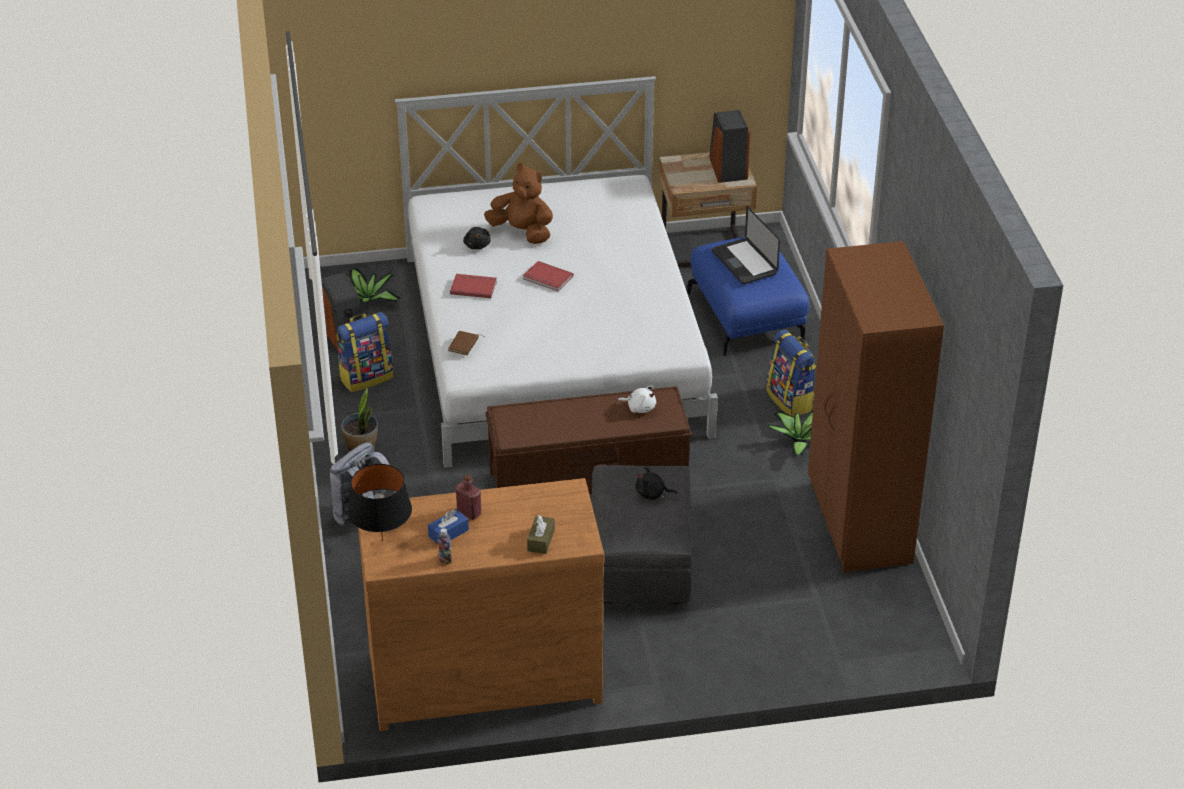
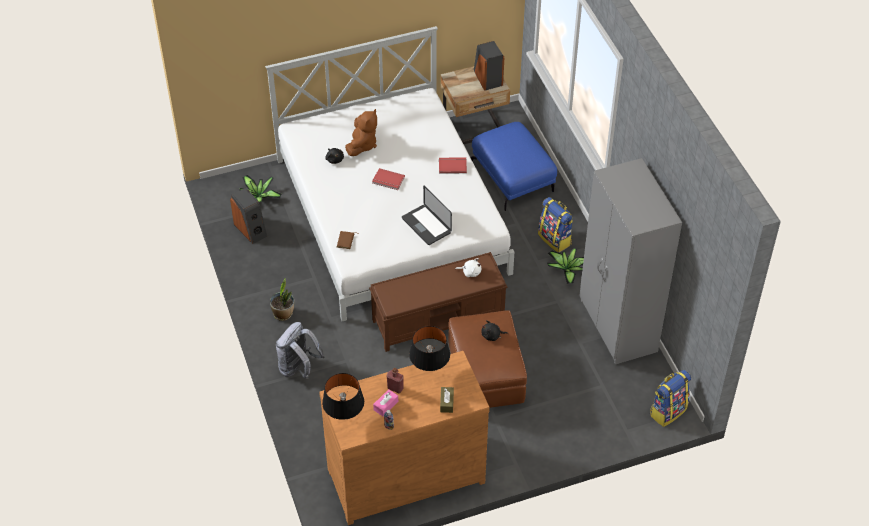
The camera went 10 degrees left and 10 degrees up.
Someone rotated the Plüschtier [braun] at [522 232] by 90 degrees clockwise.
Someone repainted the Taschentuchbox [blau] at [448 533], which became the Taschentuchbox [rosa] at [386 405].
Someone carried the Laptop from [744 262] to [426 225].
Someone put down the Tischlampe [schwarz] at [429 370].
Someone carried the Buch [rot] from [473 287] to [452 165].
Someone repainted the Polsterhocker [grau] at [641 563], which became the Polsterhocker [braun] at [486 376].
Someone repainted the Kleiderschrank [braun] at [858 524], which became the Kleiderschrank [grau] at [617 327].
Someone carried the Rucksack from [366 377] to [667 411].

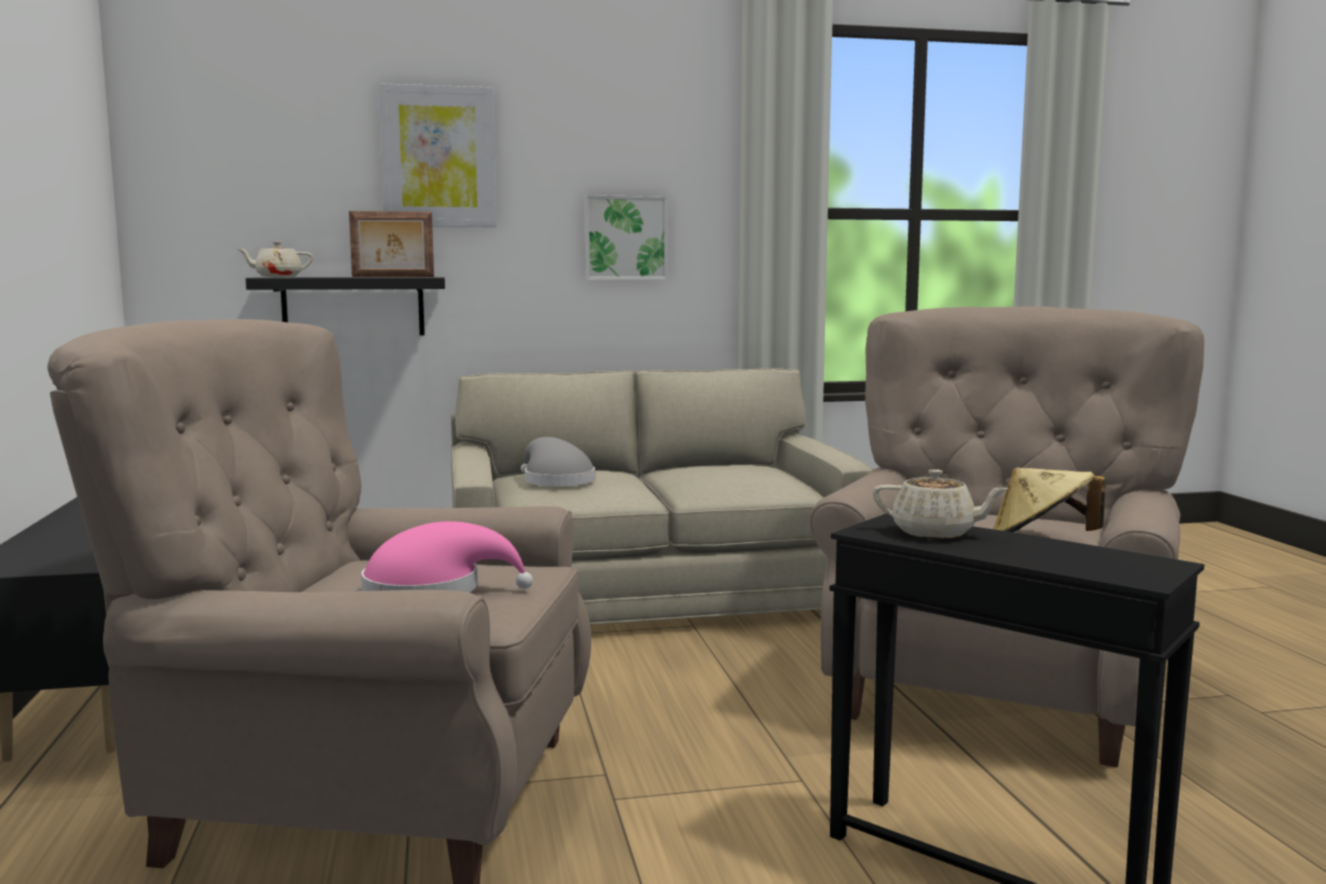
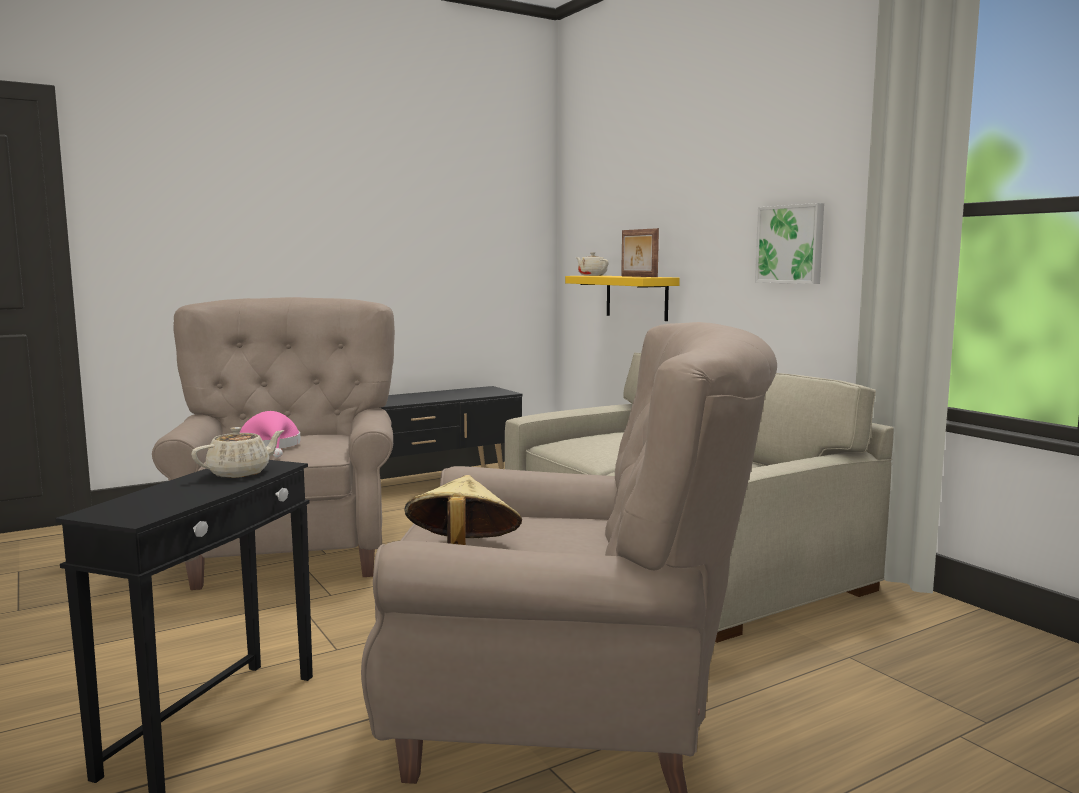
The camera went 70 degrees right and 0 degrees up.
Someone rotated the Teekanne [beige] at [935 533] by 135 degrees counterclockwise.
Someone repainted the Wandregal [schwarz] at [353 306], which became the Wandregal [gelb] at [636 297].
Someone took away the Bild at [438 157].
Someone took away the Hut [grau] at [555 481].

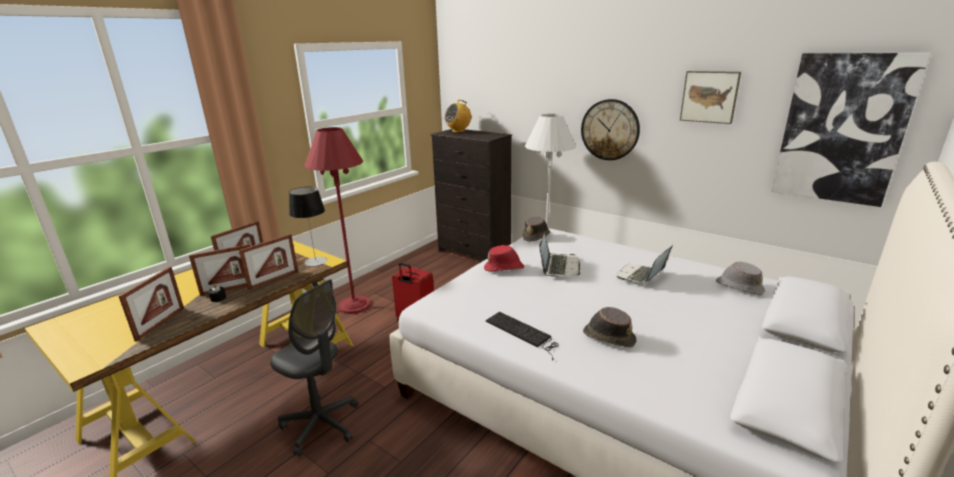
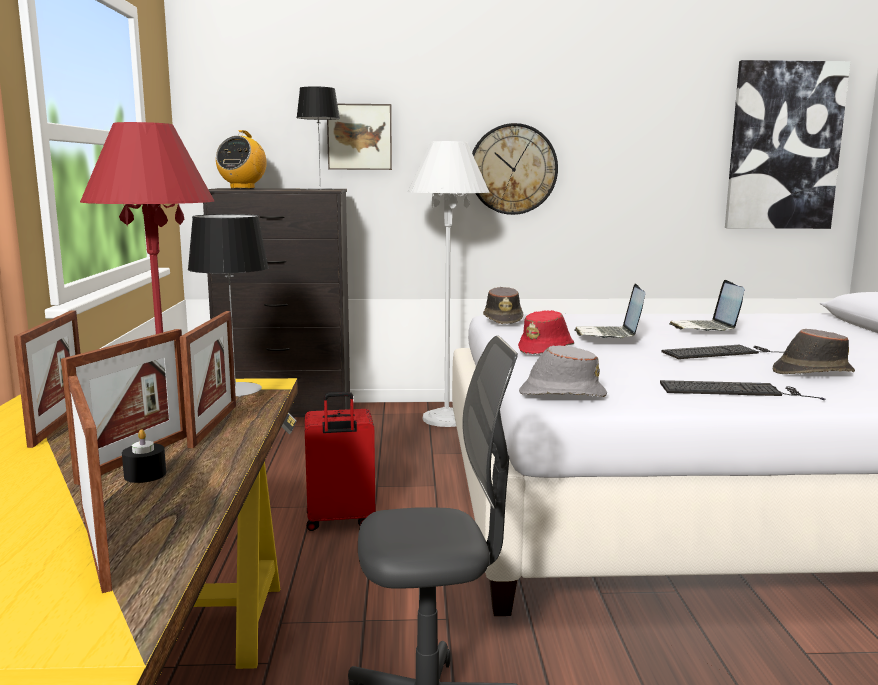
The camera went 40 degrees left and 10 degrees down.
Someone put down the Tischlampe at [320 189].
Someone carried the Bild from [709 96] to [359 137].
Someone carried the Hut [grau] from [738 287] to [561 394].
Someone rotated the Laptop at [559 266] by 150 degrees counterclockwise.
Someone put down the Tastatur at [721 353].

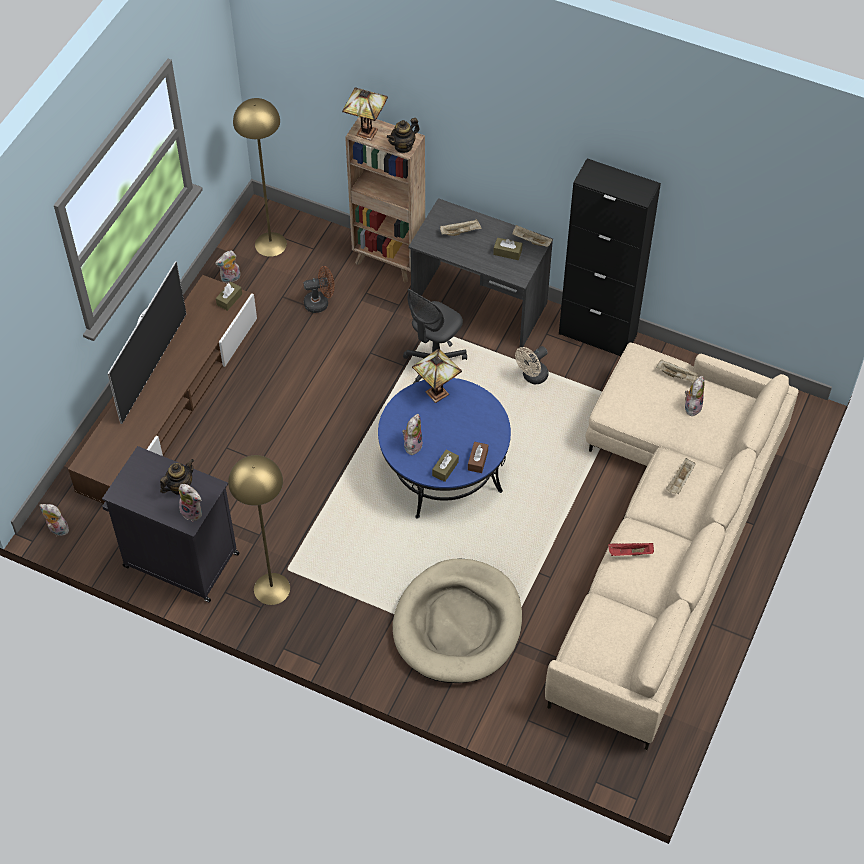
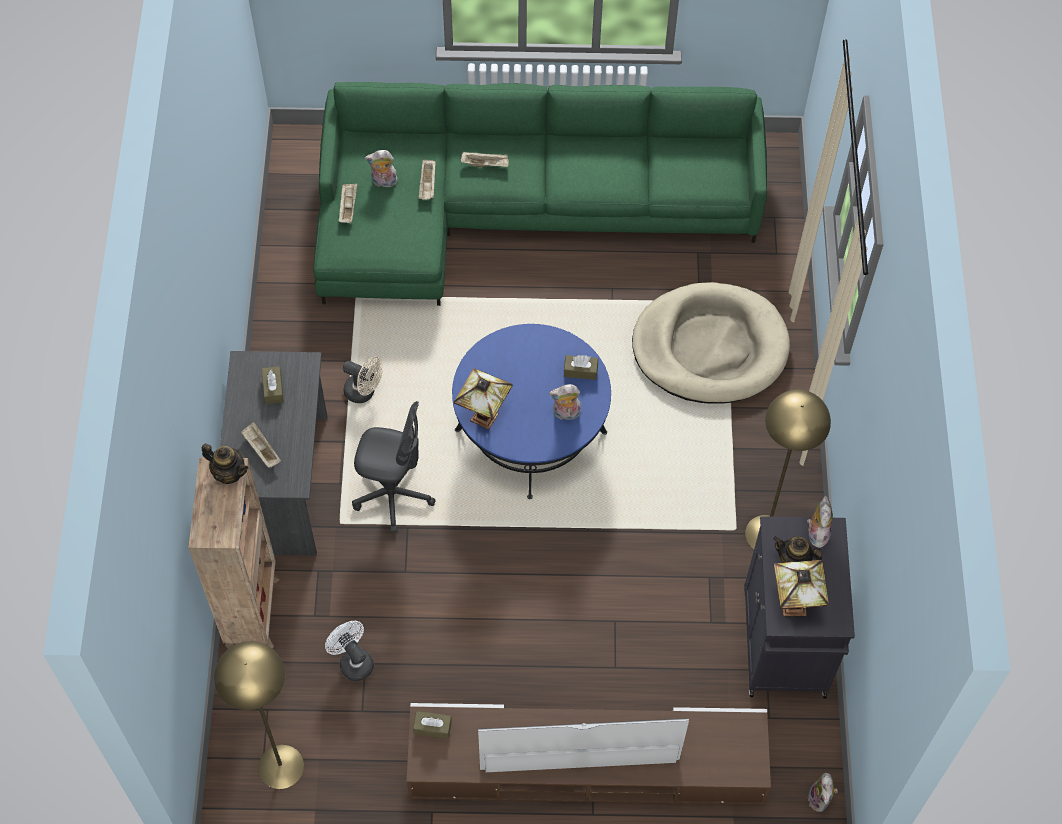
The camera went 115 degrees left and 5 degrees up.
Someone repainted the Sofa [beige] at [663 540], which became the Sofa [grün] at [517 209].
Someone repainted the Ventilator [braun] at [320 302], which became the Ventilator [weiß] at [353 661].
Someone carried the Tablett [beige] from [530 241] to [428 185].
Someone carried the Tischlampe from [365 132] to [795 607].
Someone took away the Plüschtier at [230 279].
Someone took away the Taschentuchbox [braun] at [477 460].
Someone took away the Schrank [schwarz] at [597 334].
Someone took away the Tablett [rot] at [629 553].

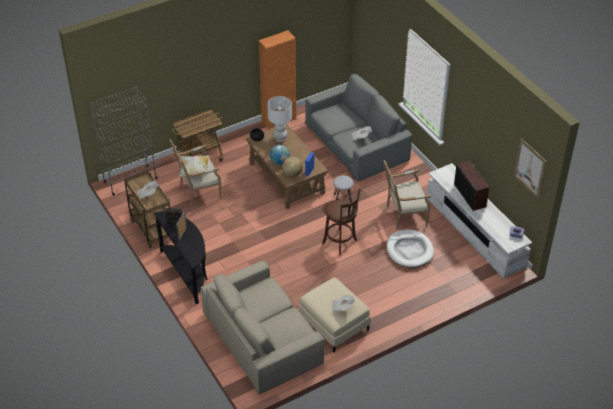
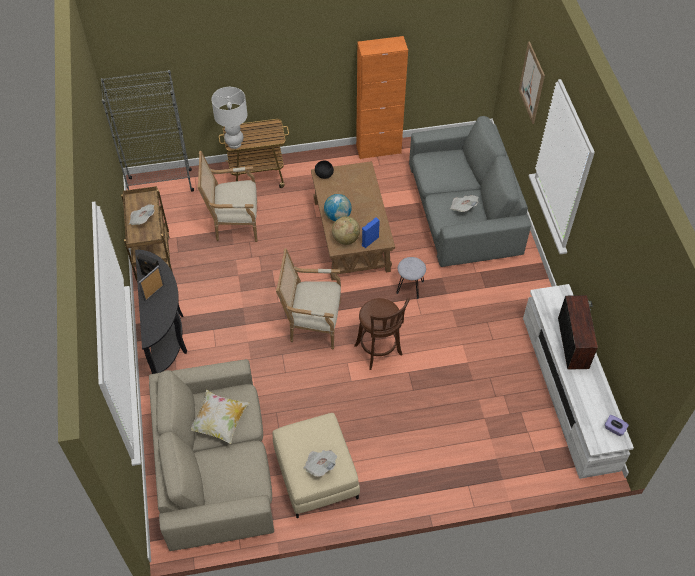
The camera went 20 degrees right and 10 degrees up.
Someone carried the Kissen from [194 171] to [220 422].
Someone carried the Tischlampe [weiß] from [280 139] to [234 143].
Someone carried the Sessel from [404 215] to [312 323].
Someone carried the Bild from [530 168] to [531 83].
Someone took away the Hundebett [weiß] at [409 250].

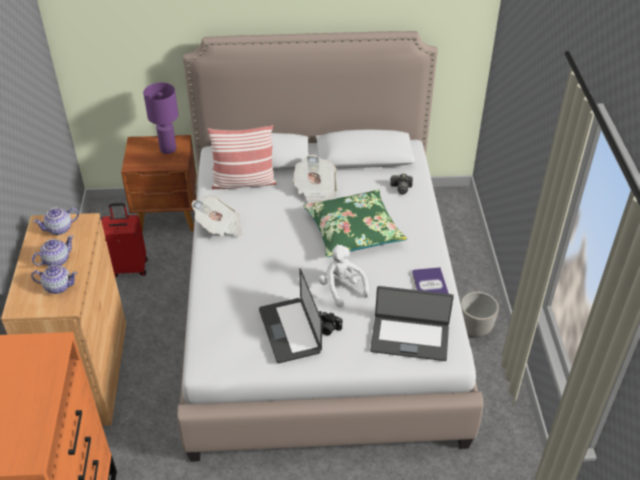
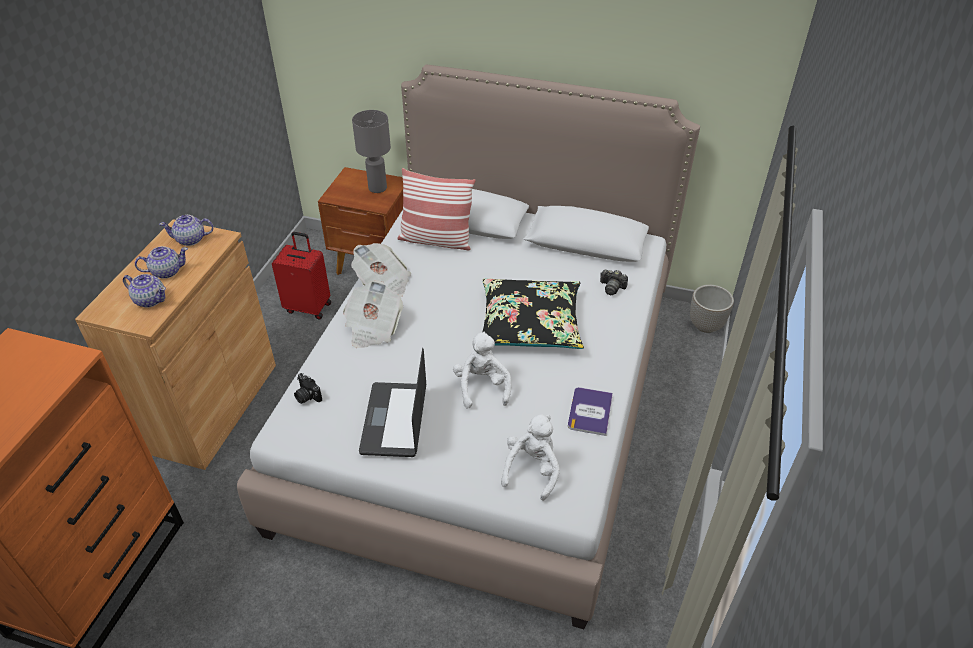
The camera went 20 degrees right and 0 degrees up.
Someone carried the Kamera from [327 328] to [306 396].
Someone carried the Zeitung from [315 191] to [373 327].
Someone repainted the Tischlampe [lila] at [167 149], which became the Tischlampe [grau] at [377 188].
Someone repainted the Kissen [grün] at [353 231], which became the Kissen [schwarz] at [530 323].
Someone swapped the Laptop at [410 337] for the Plüschtier [weiß] at [532 469].
Someone carried the Pflanzkübel from [475 329] to [706 326].

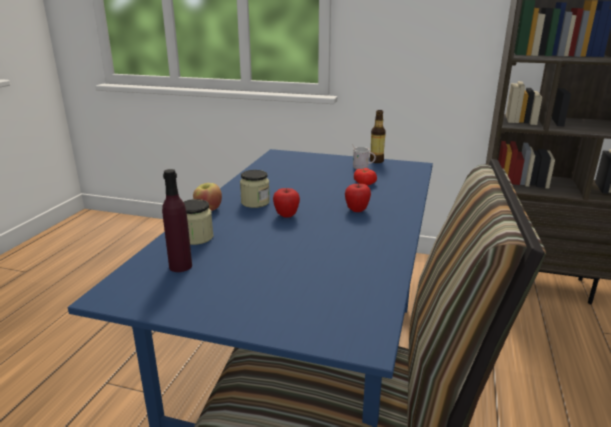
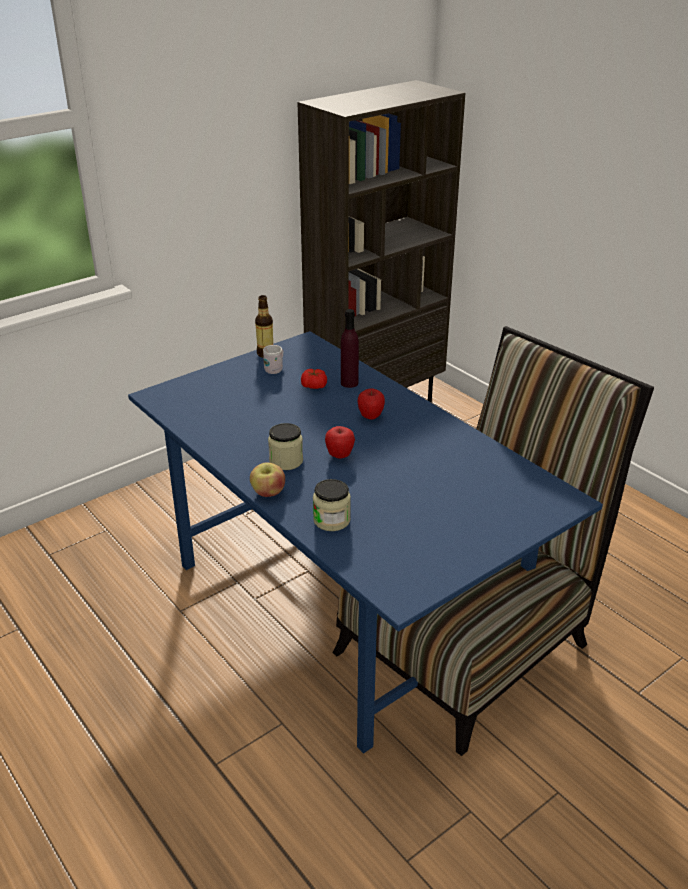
The camera went 55 degrees left and 10 degrees up.
Someone carried the Flasche [lila] from [180 266] to [349 383].

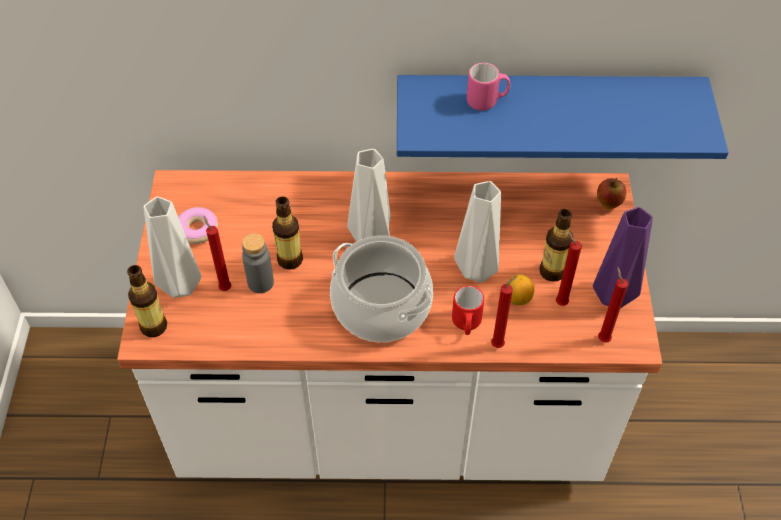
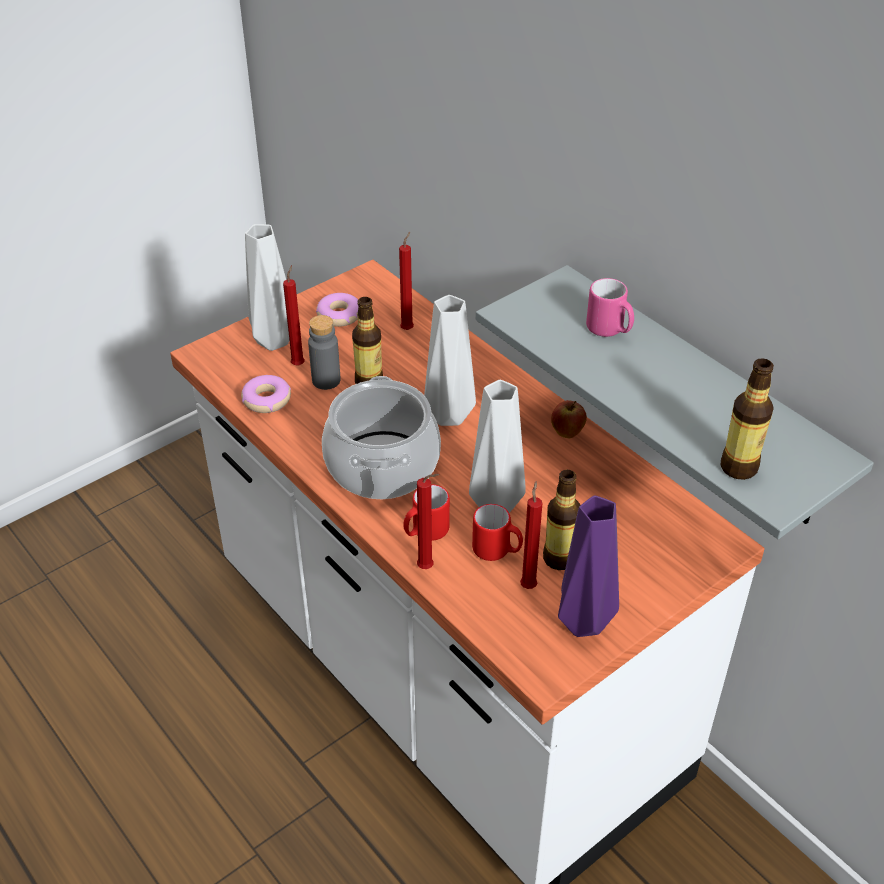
The camera went 50 degrees right and 10 degrees down.
Someone put down the Donut at [266 400].
Someone carried the Kerze [rot] from [602 338] to [408 328].
Someone swapped the Zitrone at [517 298] for the Henkelbecher [rot] at [497 551].
Someone repainted the Wandregal [blau] at [547 108], which became the Wandregal [grau] at [697 397].
Someone carried the Apfel from [608 203] to [567 433].
Someone carried the Flasche from [154 326] to [739 467].

